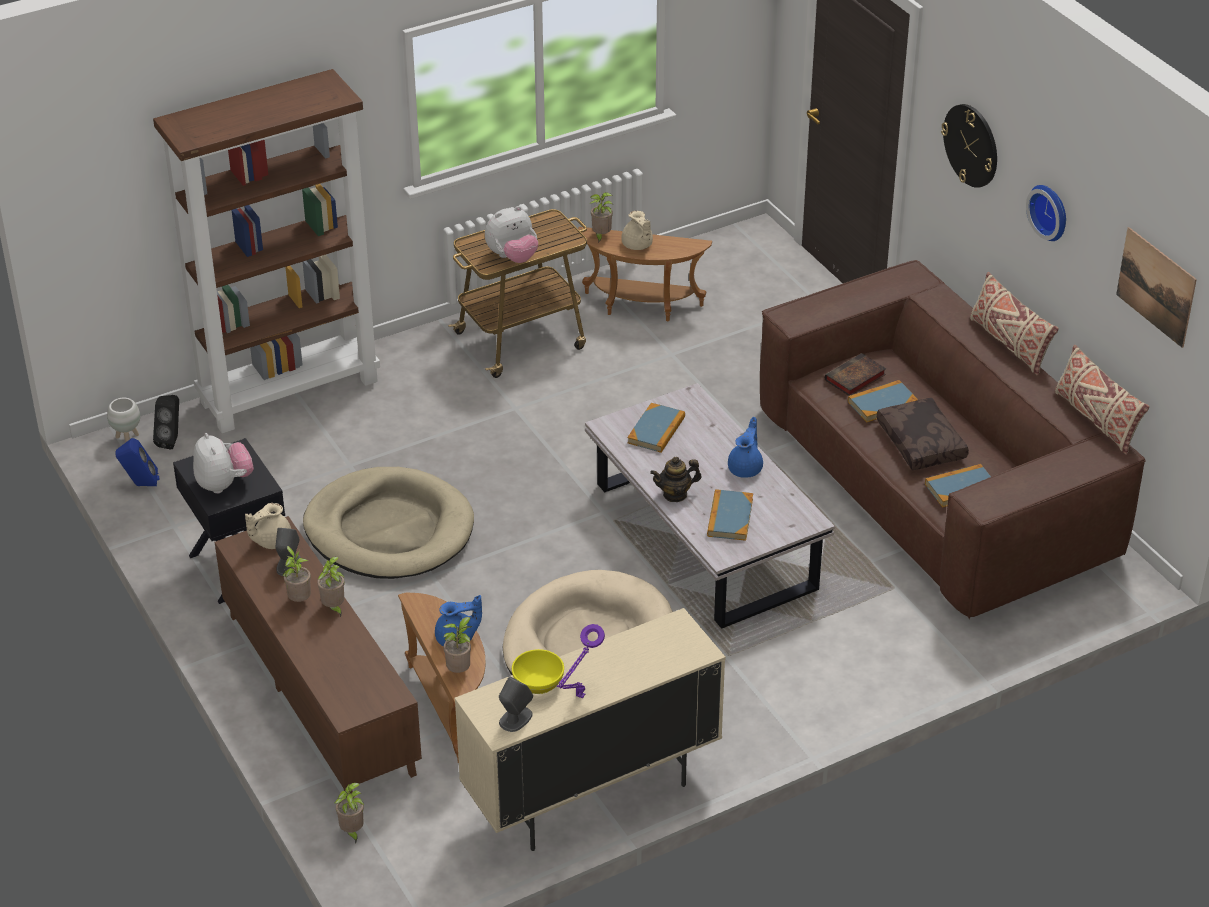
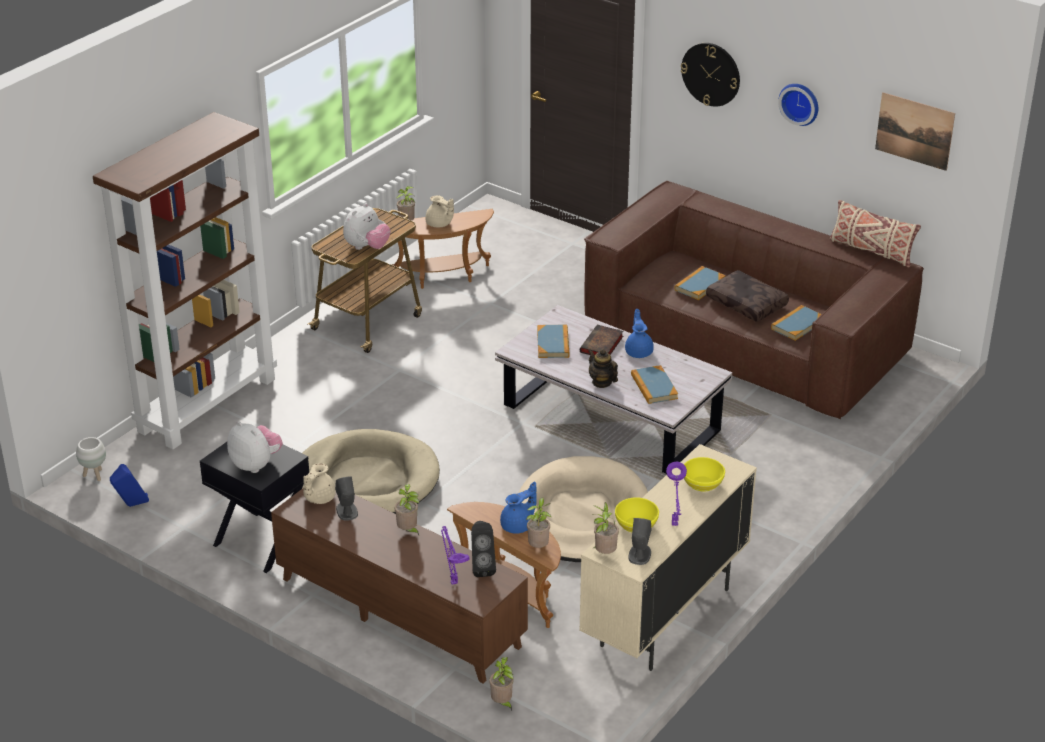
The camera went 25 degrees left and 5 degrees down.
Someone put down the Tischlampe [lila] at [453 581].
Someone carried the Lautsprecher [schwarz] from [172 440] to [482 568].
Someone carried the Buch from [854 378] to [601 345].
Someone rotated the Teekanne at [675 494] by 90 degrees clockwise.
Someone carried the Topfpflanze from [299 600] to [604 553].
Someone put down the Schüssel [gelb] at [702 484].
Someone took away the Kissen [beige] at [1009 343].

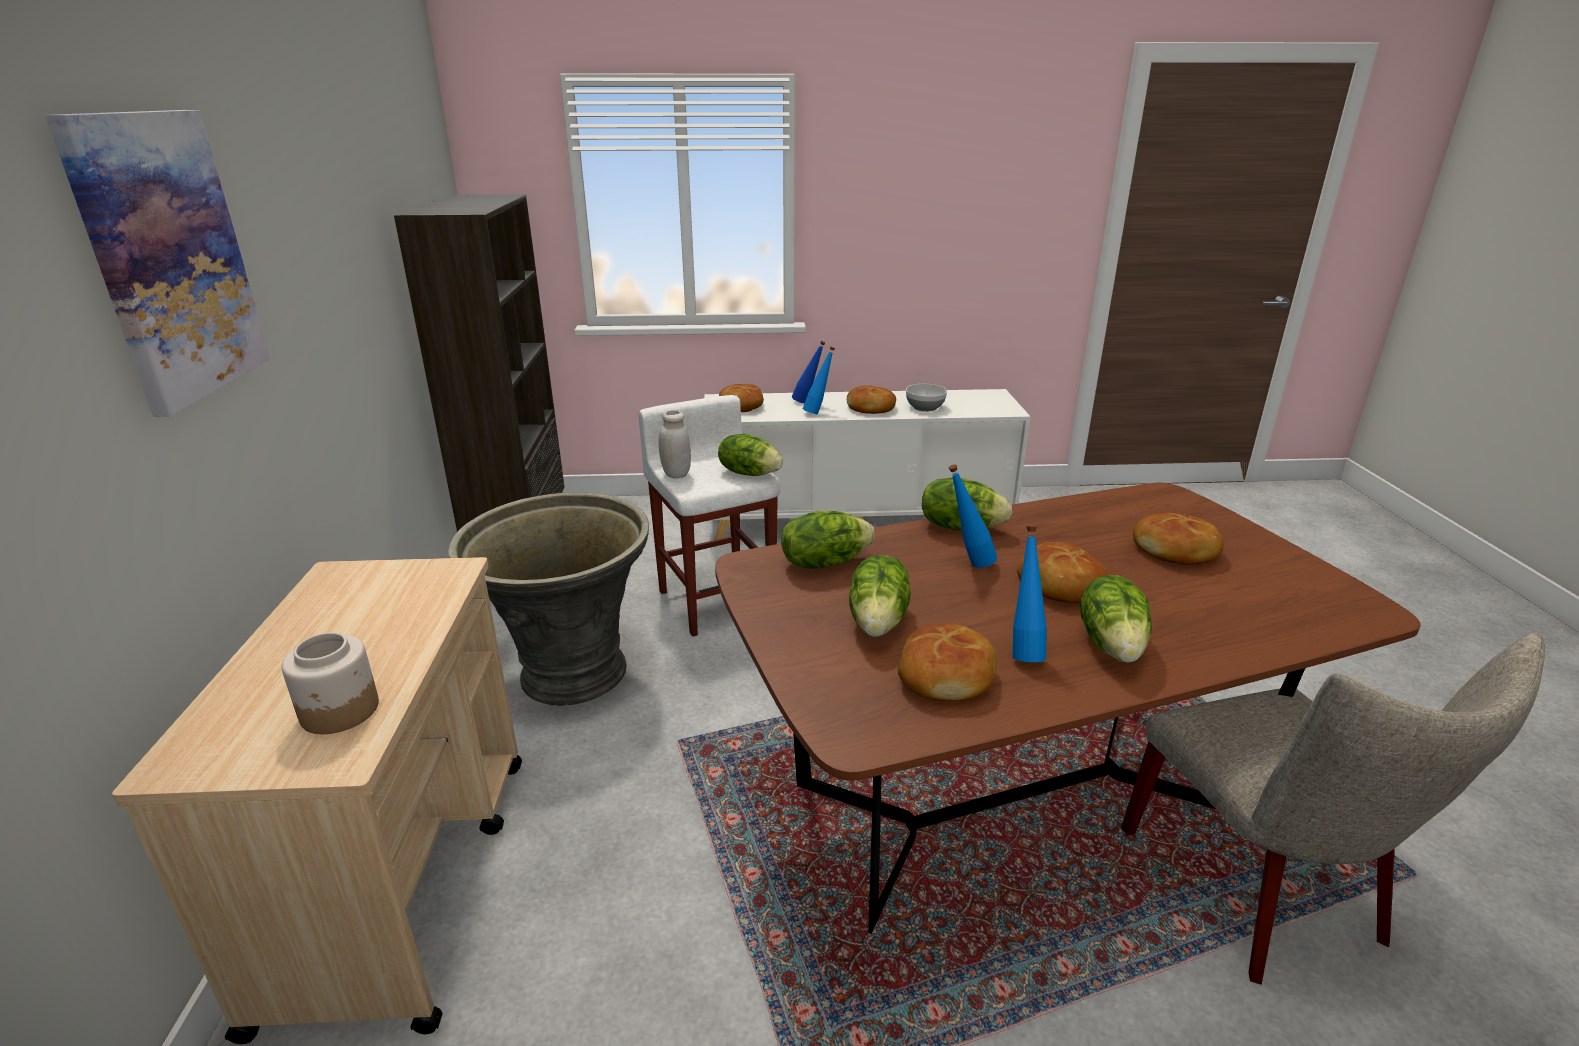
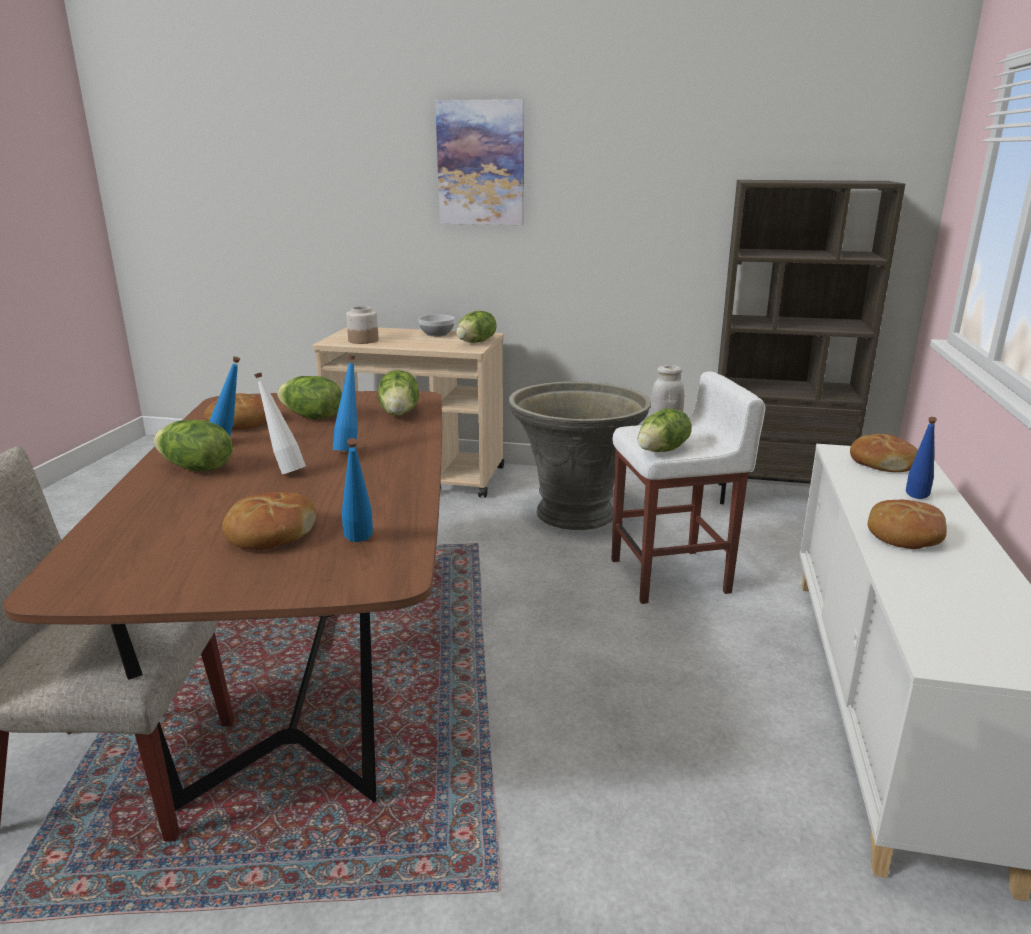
The camera went 105 degrees right and 5 degrees down.
Someone swapped the Brot at [1058 585] for the Flasche [weiß] at [284 471].
Someone carried the Flasche [blau] from [818 412] to [359 543].
Someone carried the Schüssel from [925 407] to [436 334].
Someone carried the Salatkopf from [960 527] to [476 342].

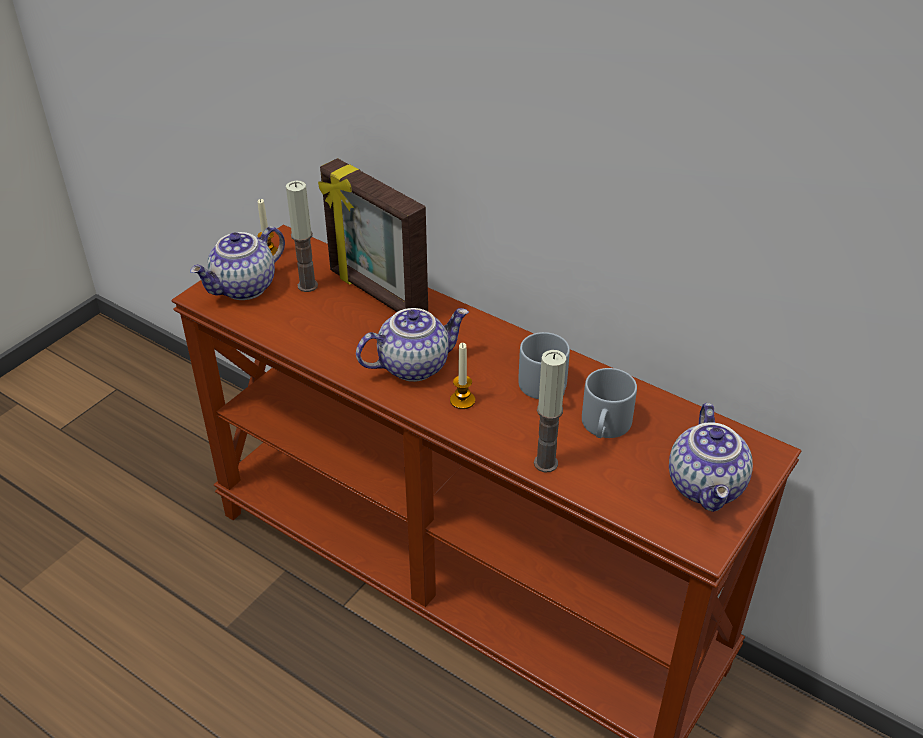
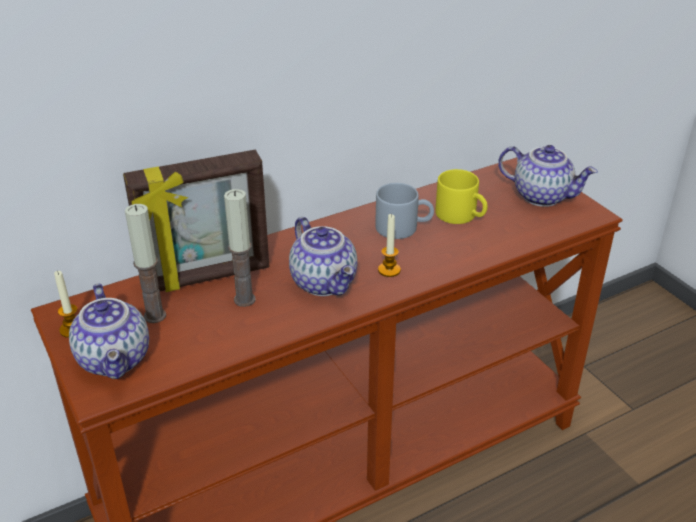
The camera went 65 degrees left and 5 degrees down.
Someone carried the Kerze from [546 463] to [244 299].
Someone rotated the Teekanne at [414 365] by 150 degrees clockwise.
Someone repainted the Henkelbecher [grau] at [605 427], which became the Henkelbecher [gelb] at [462 215].

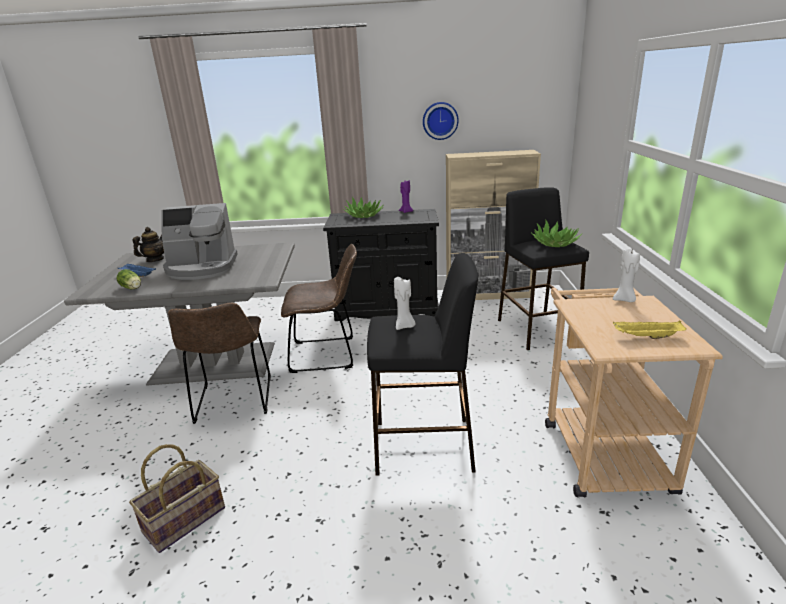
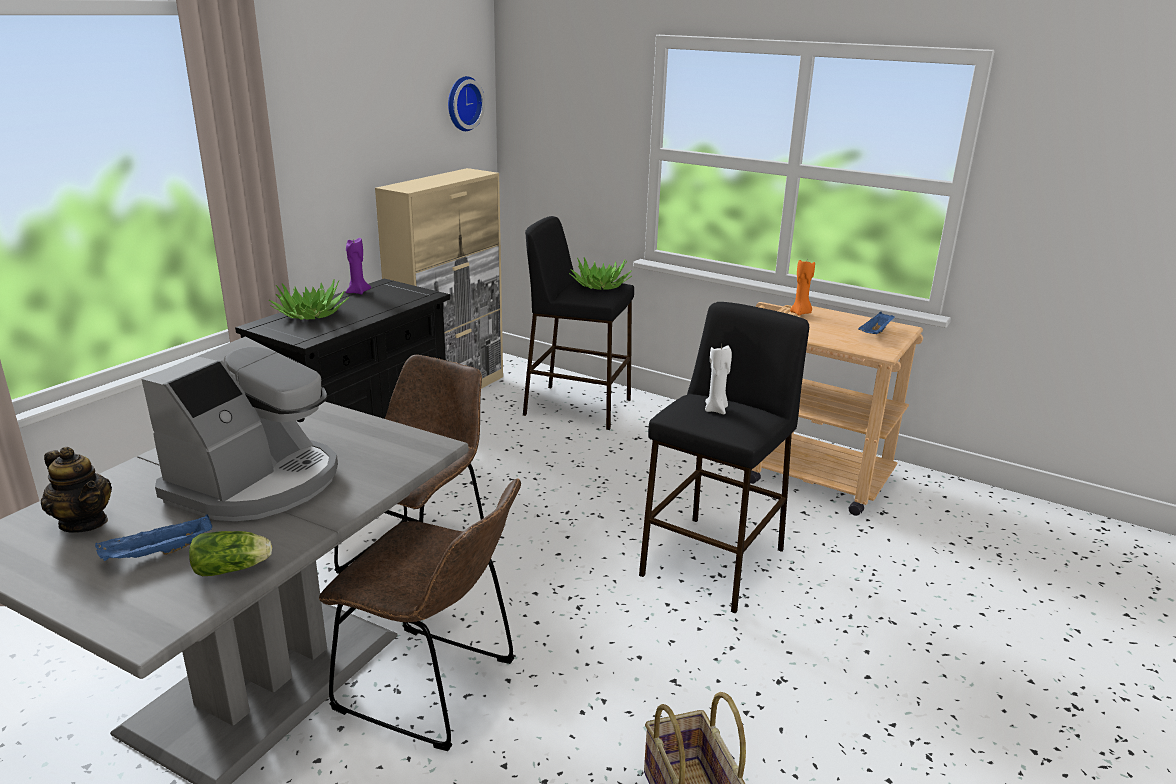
The camera went 60 degrees left and 0 degrees up.
Someone rotated the Teekanne at [155 260] by 150 degrees clockwise.
Someone carried the Wanduhr from [440 120] to [462 103].
Someone repainted the Kerze [weiß] at [624 300], which became the Kerze [orange] at [800 313].
Someone repainted the Tablett [gelb] at [646 337], which became the Tablett [blau] at [875 334].

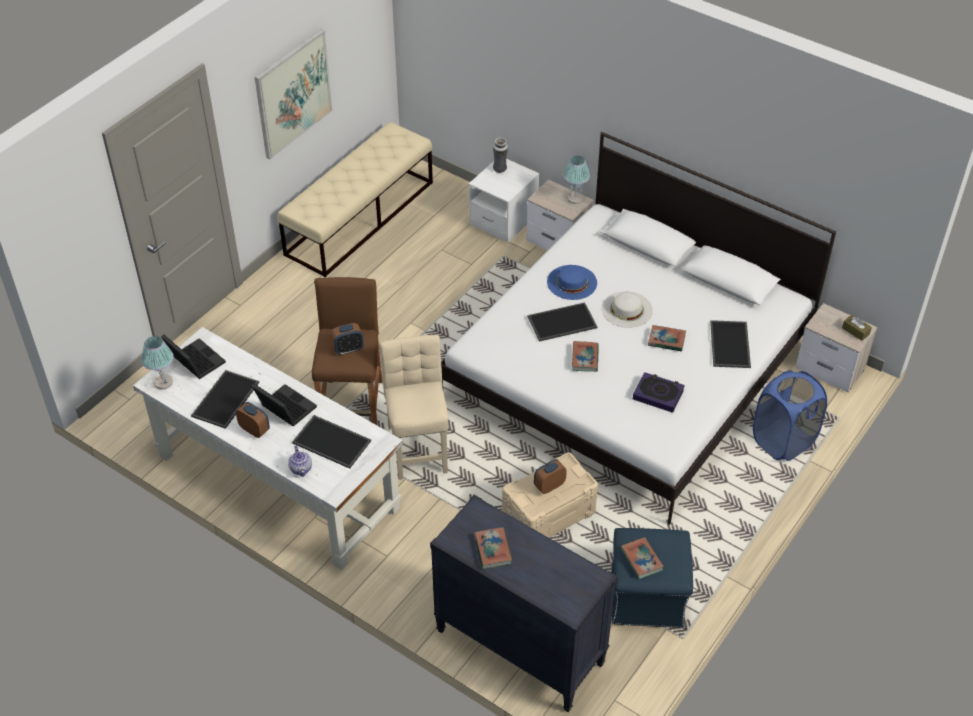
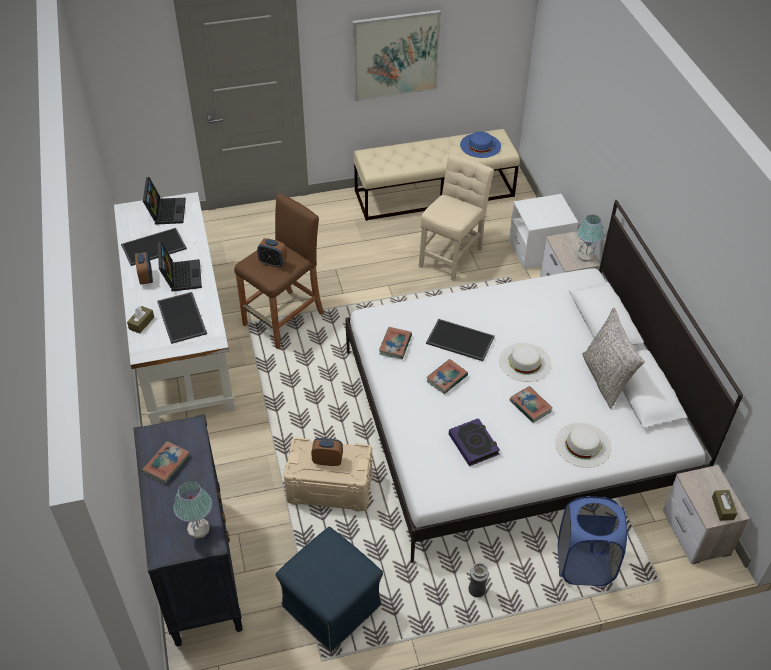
The camera went 40 degrees right and 0 degrees up.
Someone swapped the Teekanne at [301 469] for the Taschentuchbox [braun] at [141 323].
Someone carried the Tischlampe from [163 383] to [198 529].
Someone carried the Buch from [642 560] to [395 345].
Someone carried the Stuhl [beige] from [418 445] to [452 255].
Someone carried the Hut [blau] from [572 282] to [480 145].
Someone carried the Vase from [500 169] to [476 591].
Someone swapped the Tablett at [731 345] for the Hut [weiß] at [583 445].
Someone put down the Kissen [grau] at [606 379].

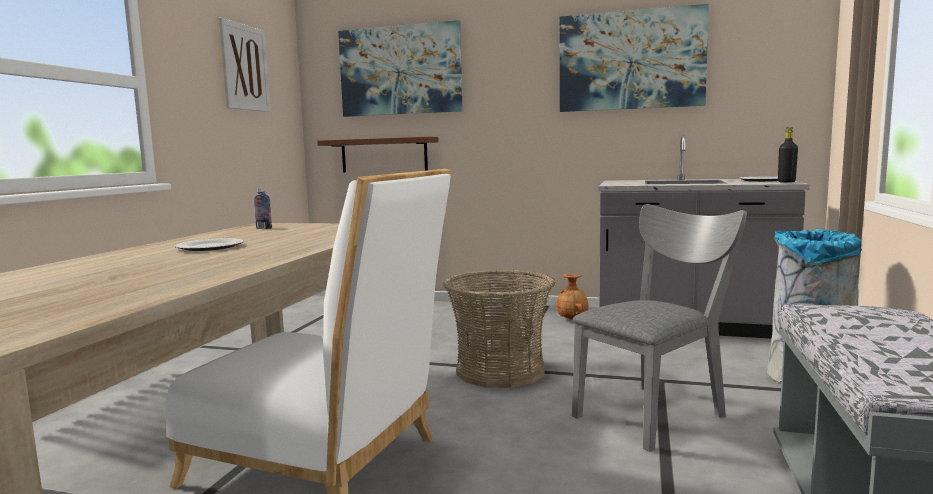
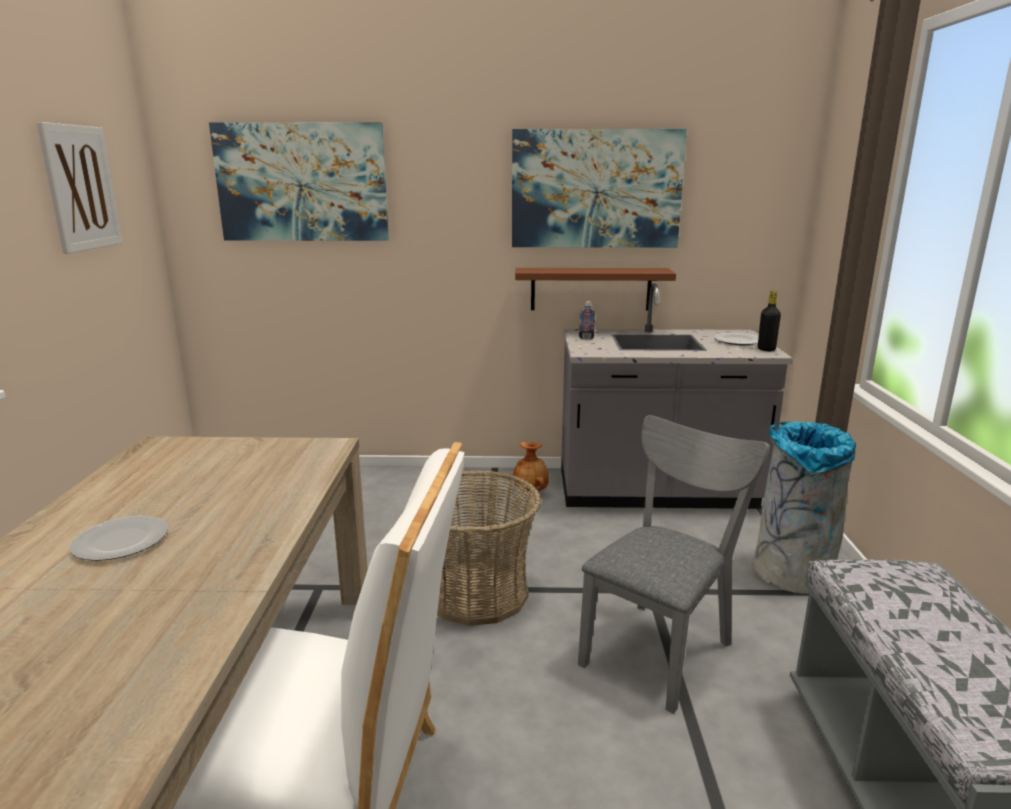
The camera went 15 degrees left and 10 degrees up.
Someone carried the Wandregal [braun] from [384 155] to [590 289].
Someone carried the Flasche from [264 228] to [586 338].

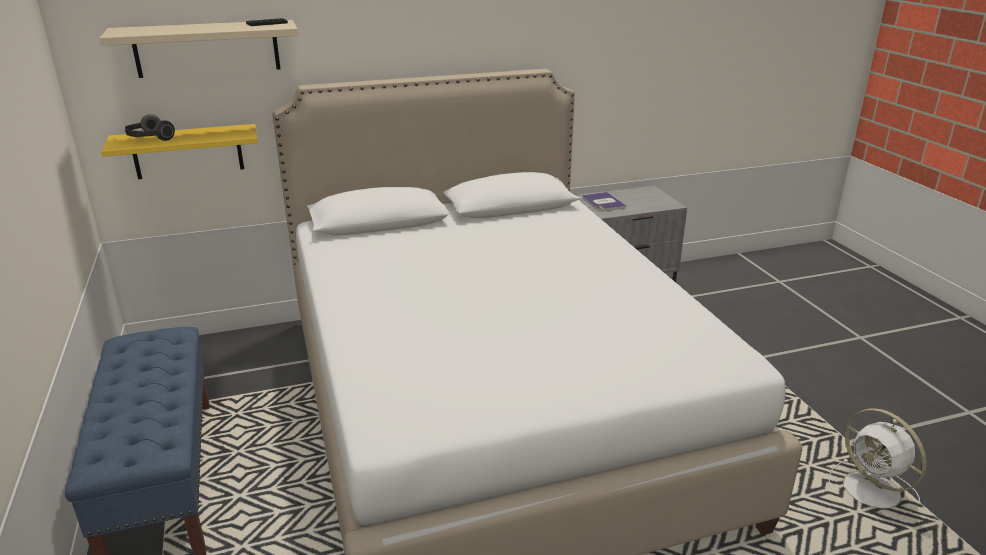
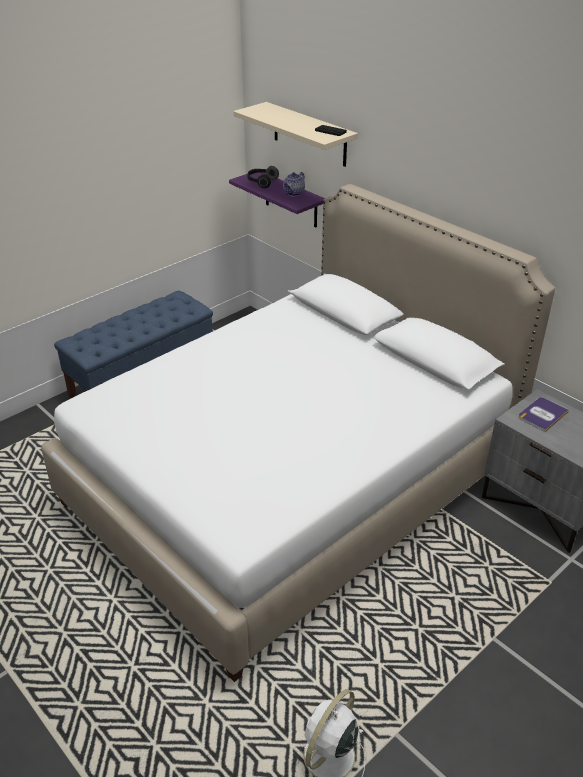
The camera went 65 degrees right and 10 degrees up.
Someone repainted the Wandregal [gelb] at [188 151], which became the Wandregal [lila] at [291 199].
Someone put down the Teekanne at [294 193].

